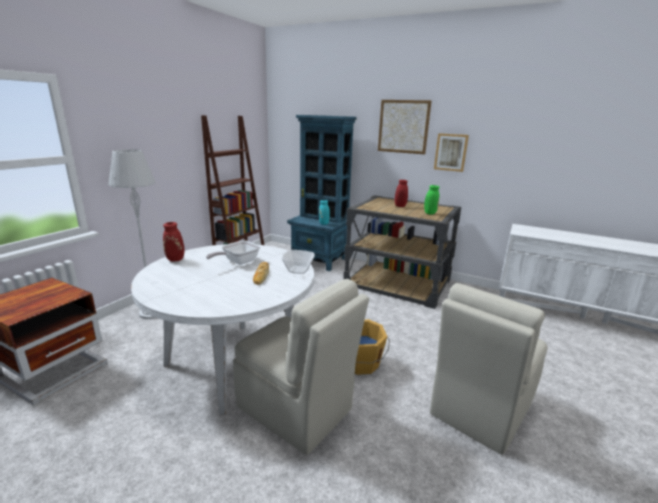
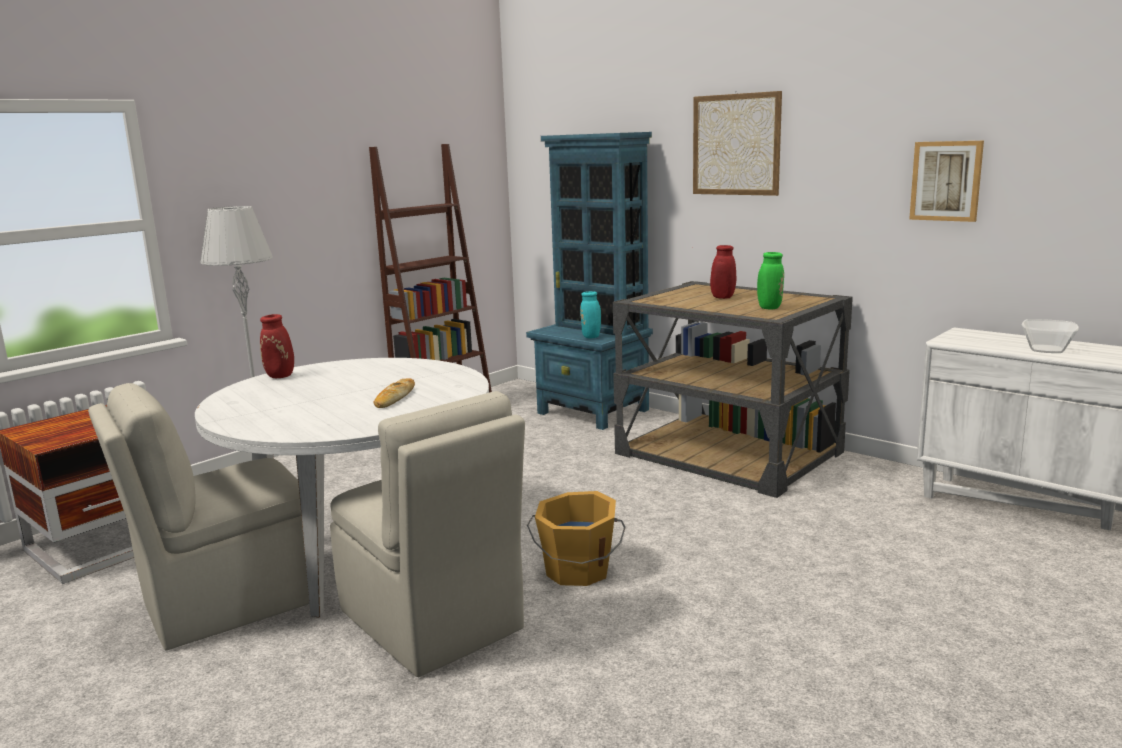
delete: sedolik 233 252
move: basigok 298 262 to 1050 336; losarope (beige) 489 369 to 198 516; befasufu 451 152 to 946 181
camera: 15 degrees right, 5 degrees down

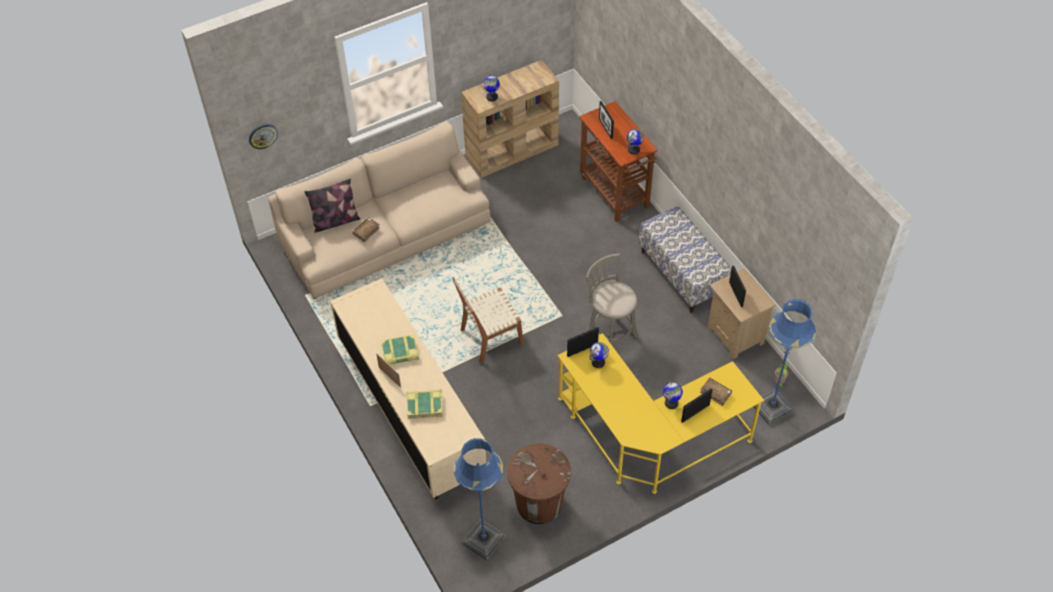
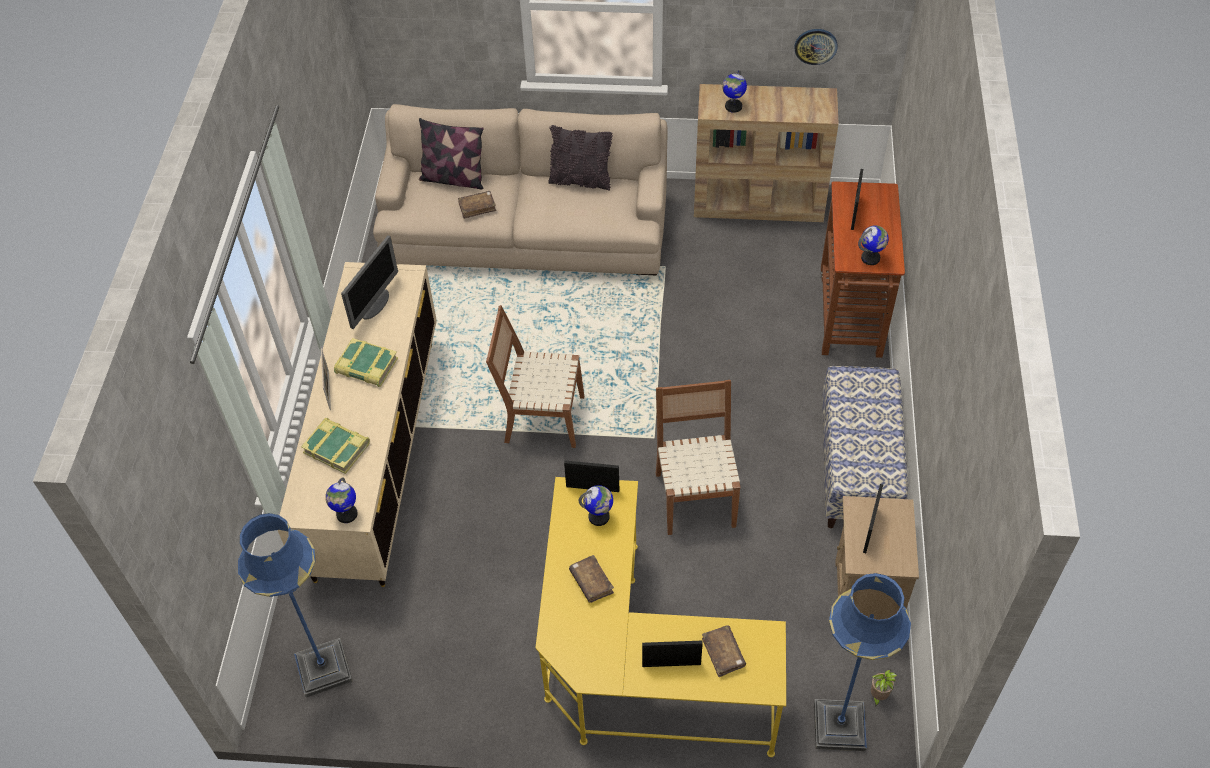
delete: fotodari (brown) 539 484
insert: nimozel 369 282; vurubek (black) 581 157; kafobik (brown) 591 579
move: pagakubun 263 136 to 816 47; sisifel 673 395 to 341 500
replace: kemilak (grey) 612 299 to losarope 698 457
camera: 35 degrees right, 0 degrees up

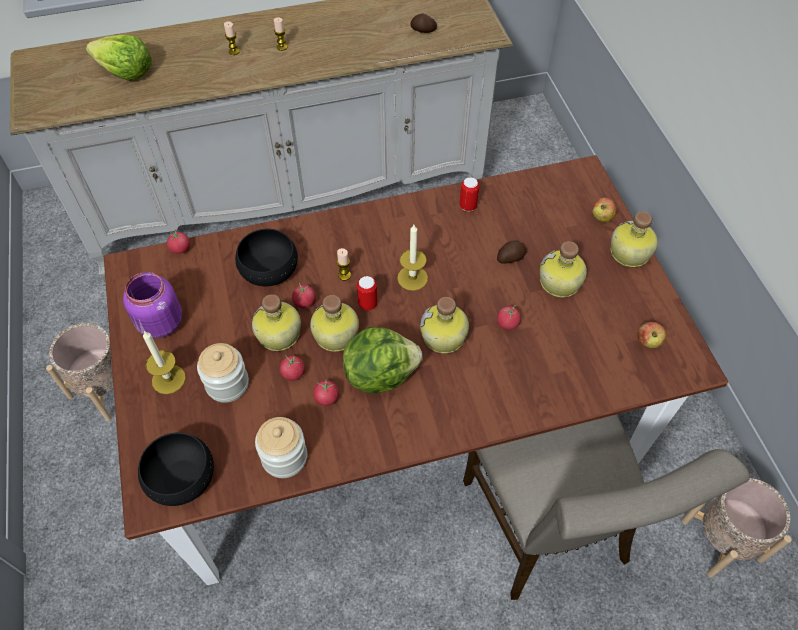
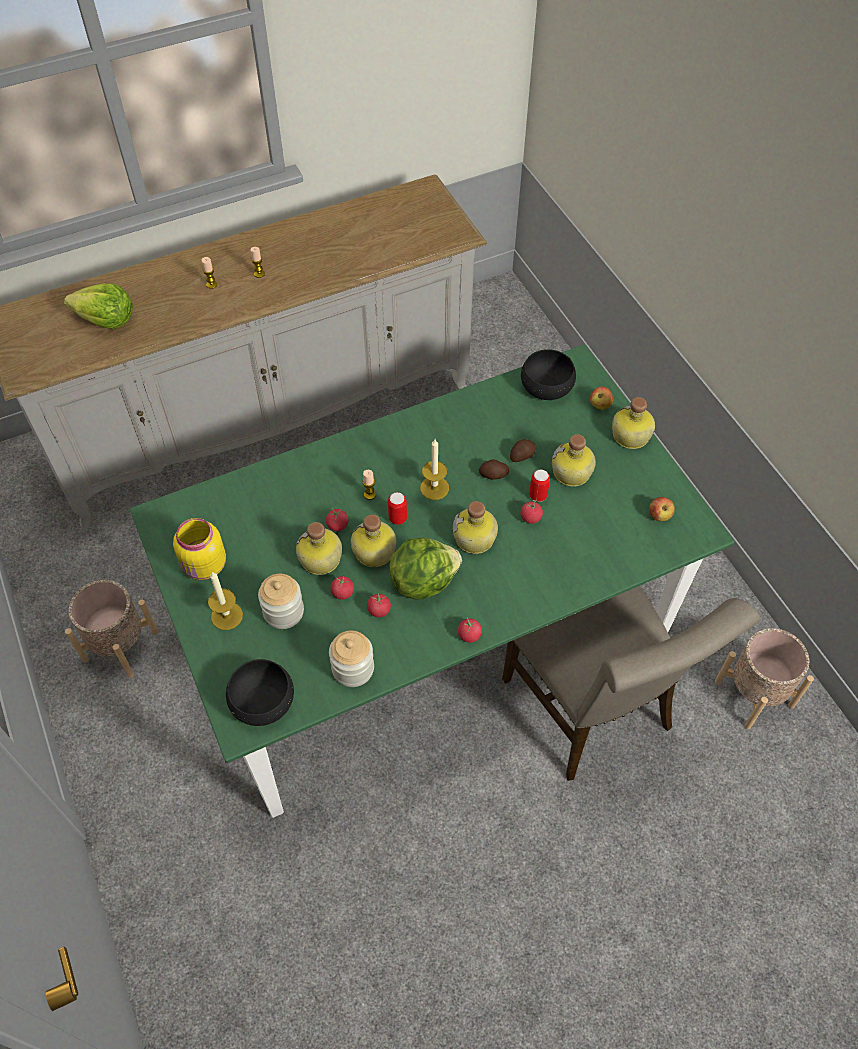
move: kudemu 178 241 to 470 630; basigok (black) 266 257 to 548 374; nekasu 423 23 to 494 469; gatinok 470 194 to 539 485
recolor: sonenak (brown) 416 370 to sonenak (green) 432 581; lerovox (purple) 152 305 to lerovox (yellow) 199 549
camera: 10 degrees left, 0 degrees up

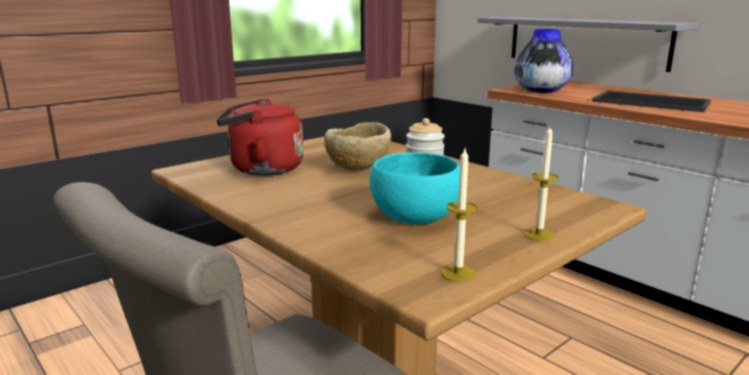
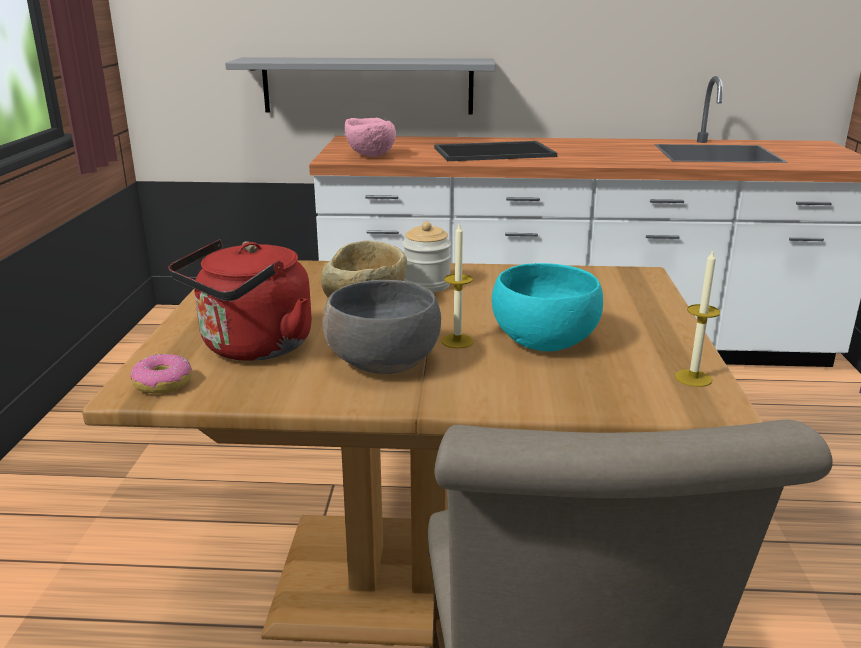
insert: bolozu 161 374; basigok (grey) 381 327
move: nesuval 541 182 to 457 285
replace: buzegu 543 61 to basigok (pink) 370 137
camera: 45 degrees left, 5 degrees up

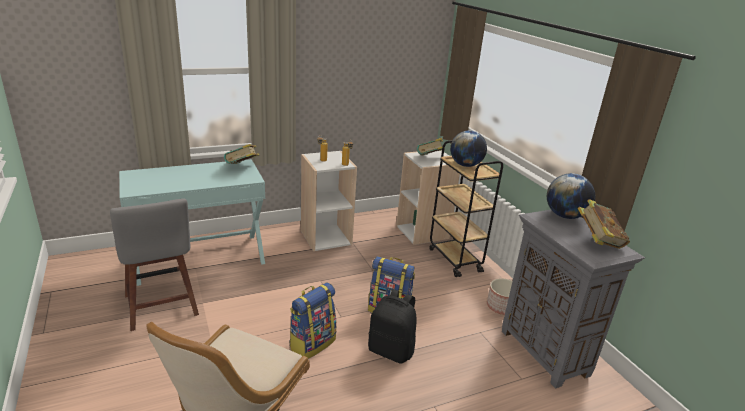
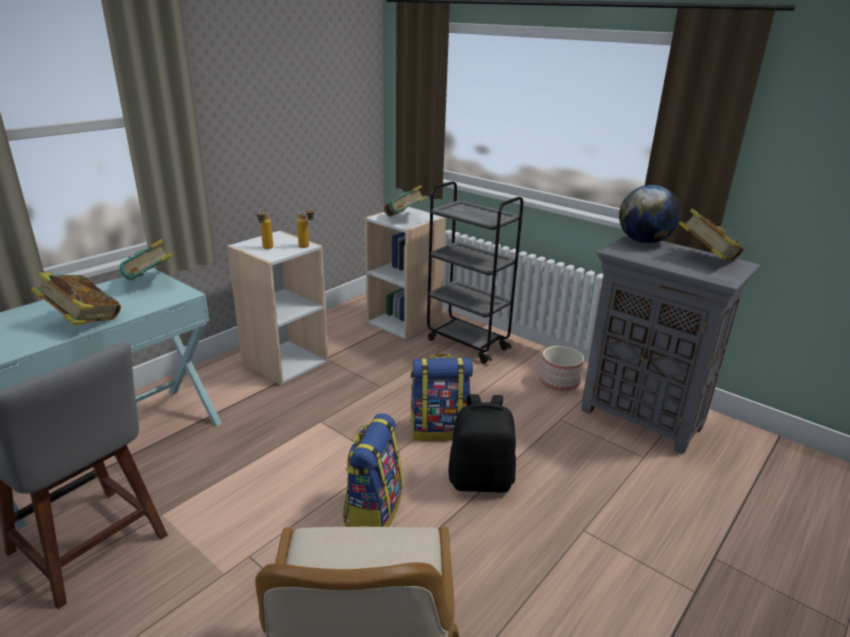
delete: sisifel 468 148
insert: kafobik 76 298
recolor: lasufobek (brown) 466 208 to lasufobek (grey) 475 272
camera: 25 degrees left, 0 degrees up

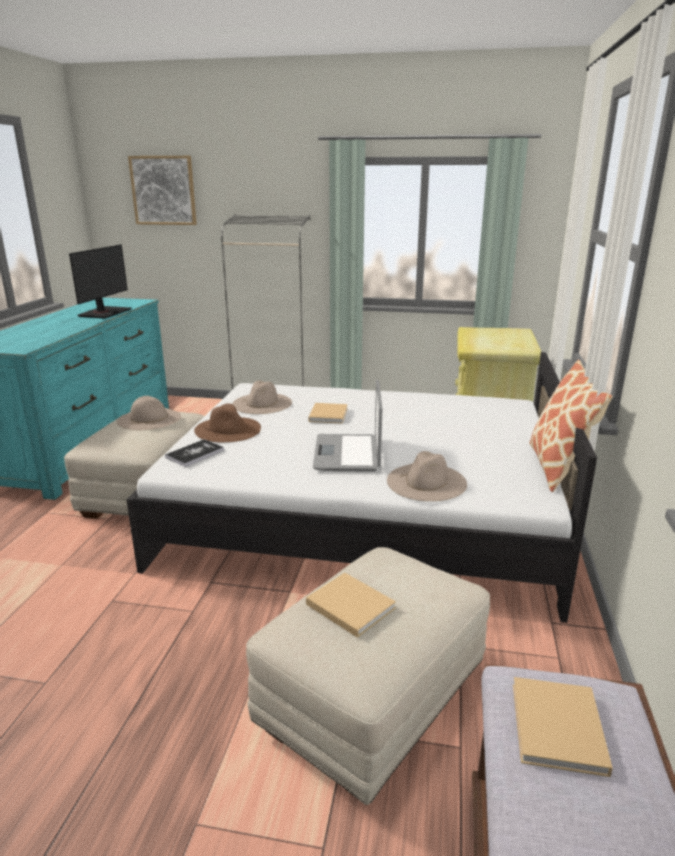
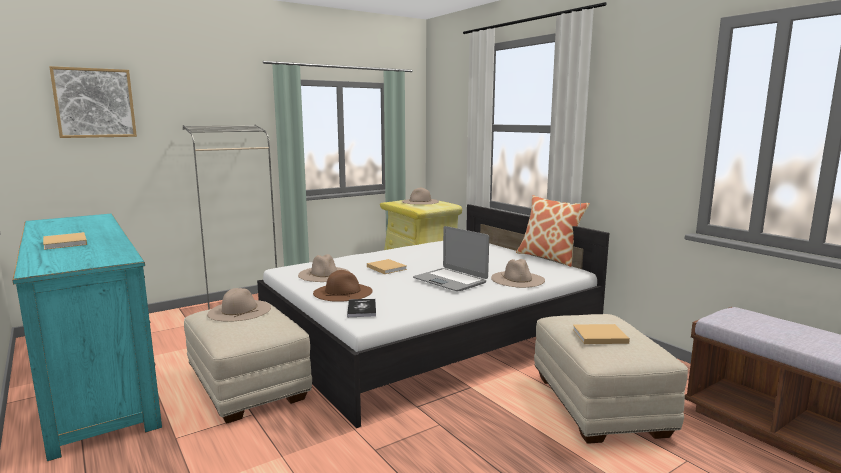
delete: nimozel 100 281
insert: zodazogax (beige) 420 196
move: kafobik (beige) 563 727 to 65 241
camera: 45 degrees left, 10 degrees down

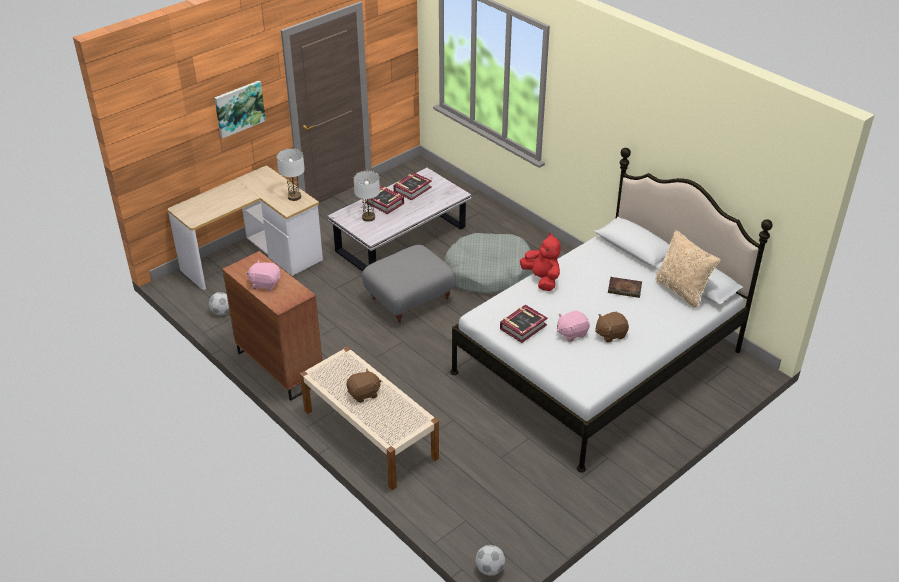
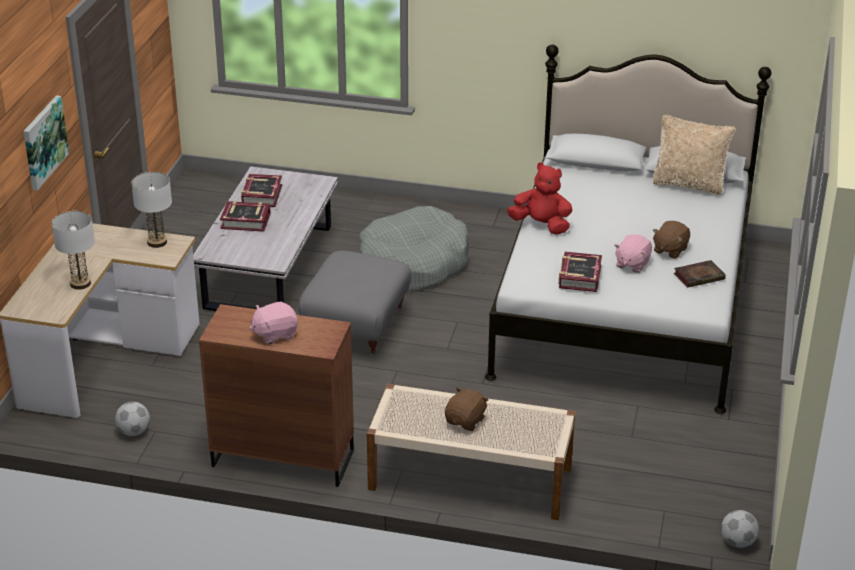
move: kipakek 367 196 to 73 250; kafobik 625 287 to 700 273
camera: 35 degrees left, 5 degrees down

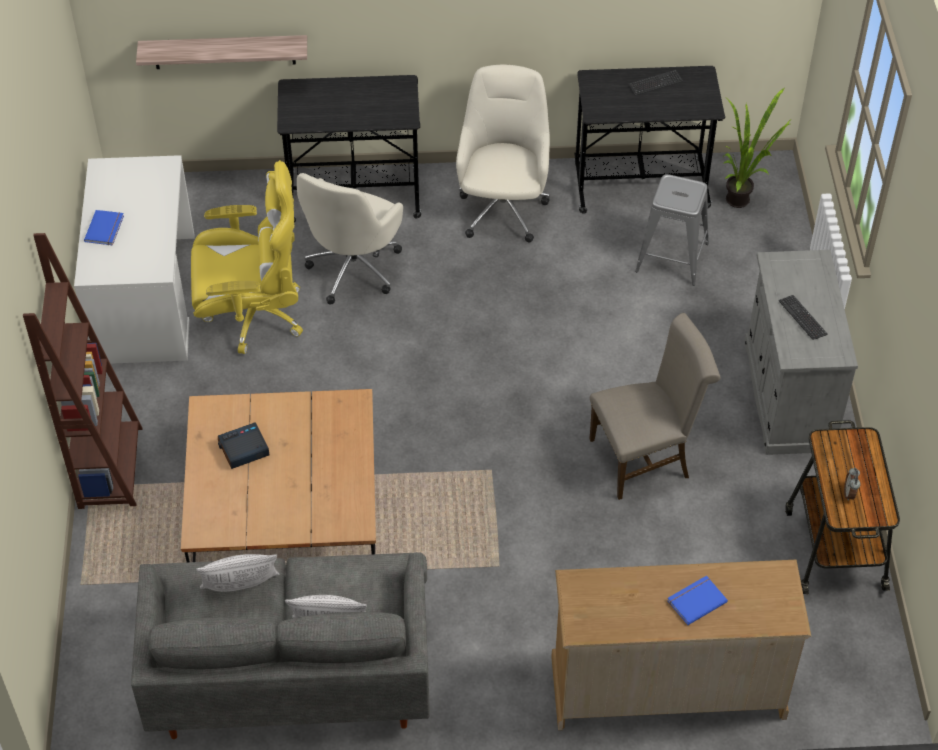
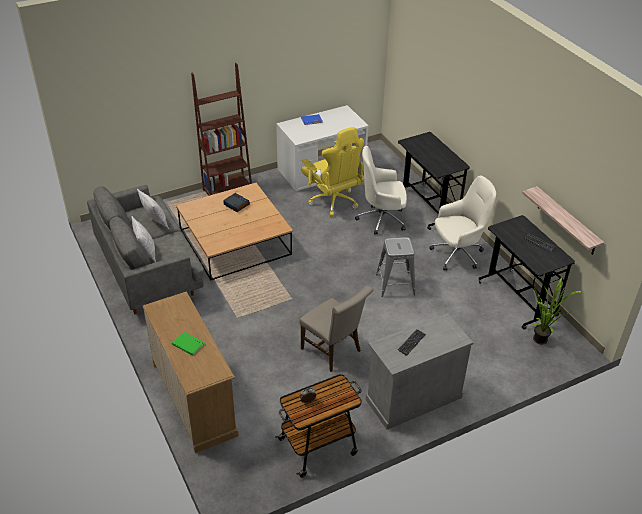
move: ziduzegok 221 52 to 563 220; kemilak (grey) 672 230 to 395 267
recolor: kafobik (blue) 697 600 to kafobik (green) 188 343
camera: 65 degrees right, 10 degrees down

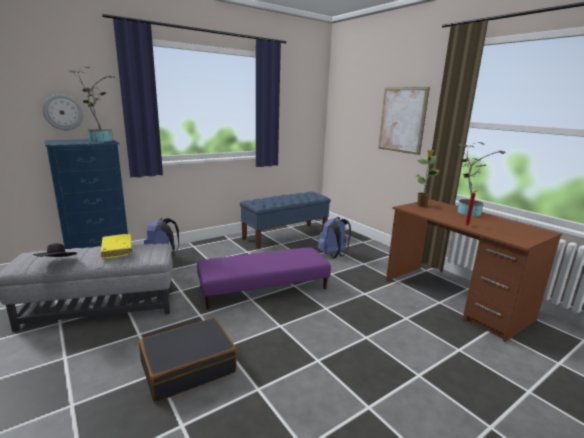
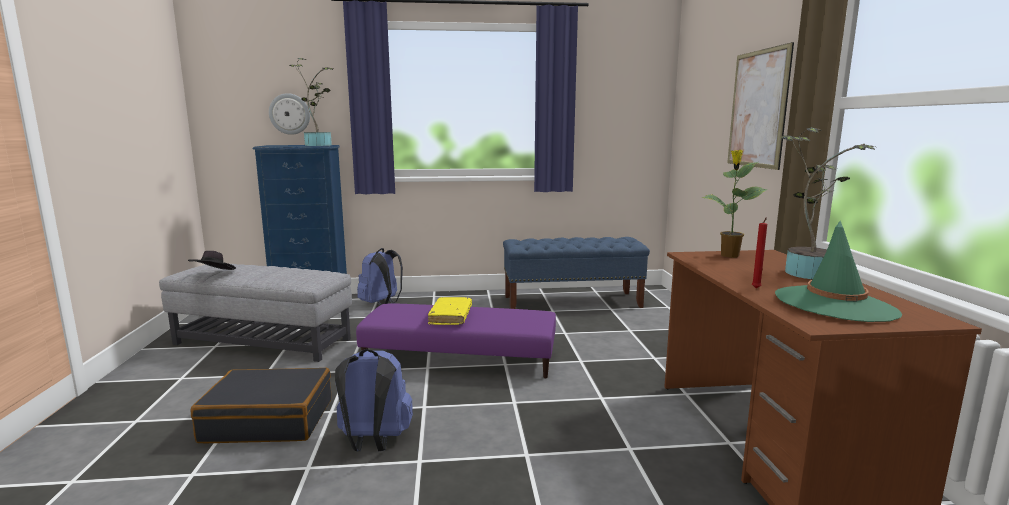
insert: zodazogax (green) 838 271
move: kafobik (yellow) 116 246 to 450 311; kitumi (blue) 334 237 to 374 400
camera: 30 degrees right, 5 degrees down

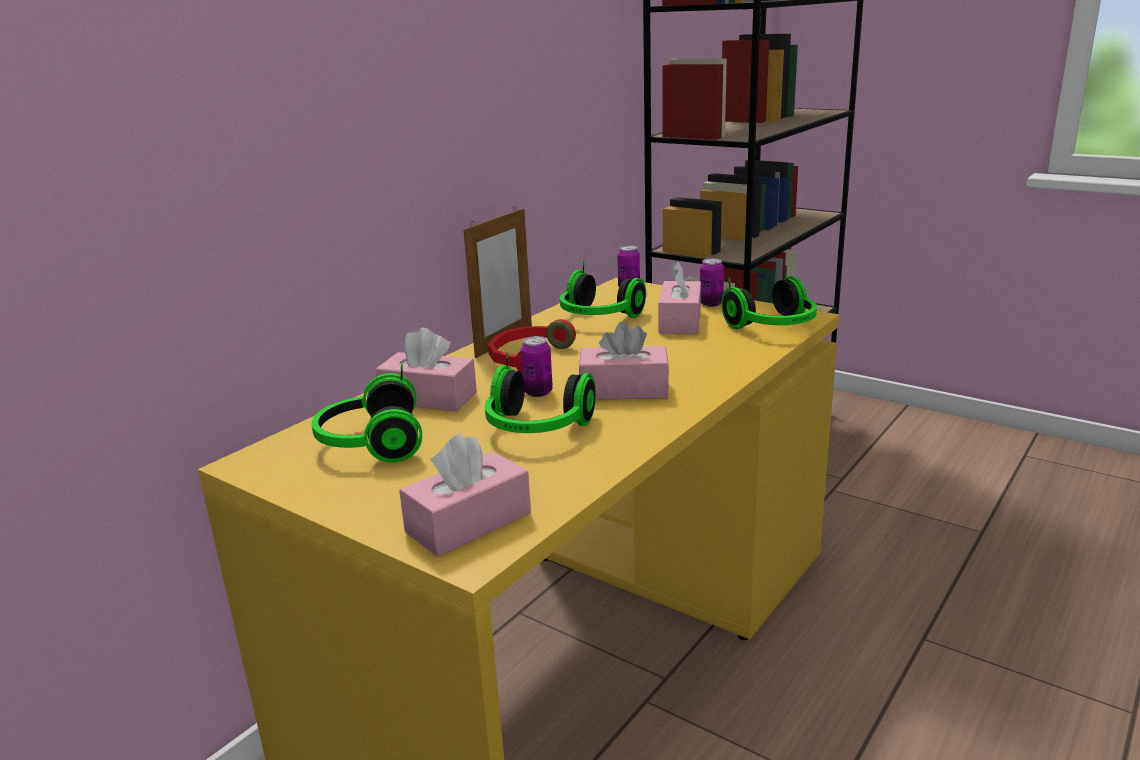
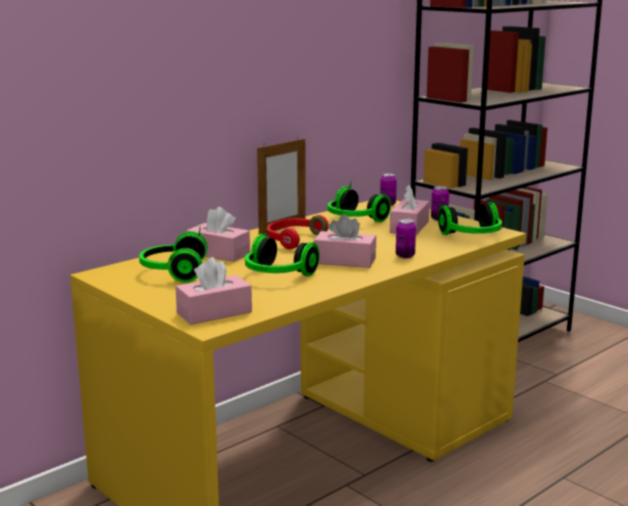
move: gatinok 536 366 to 406 238
camera: 10 degrees right, 5 degrees down

